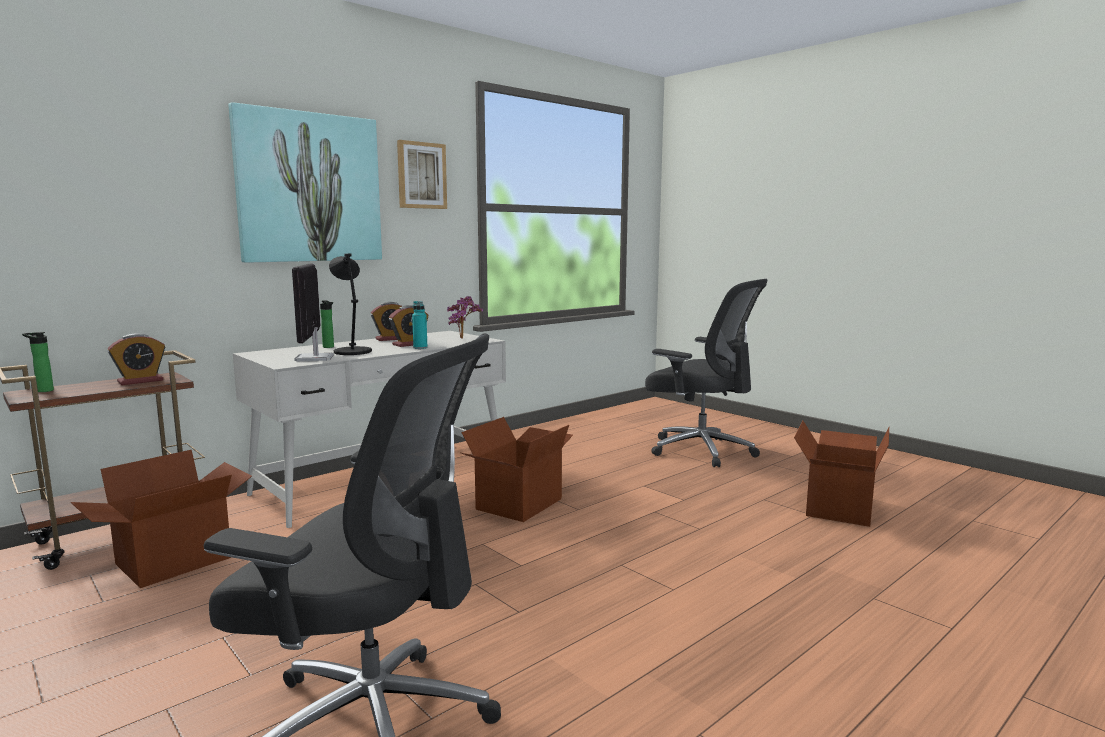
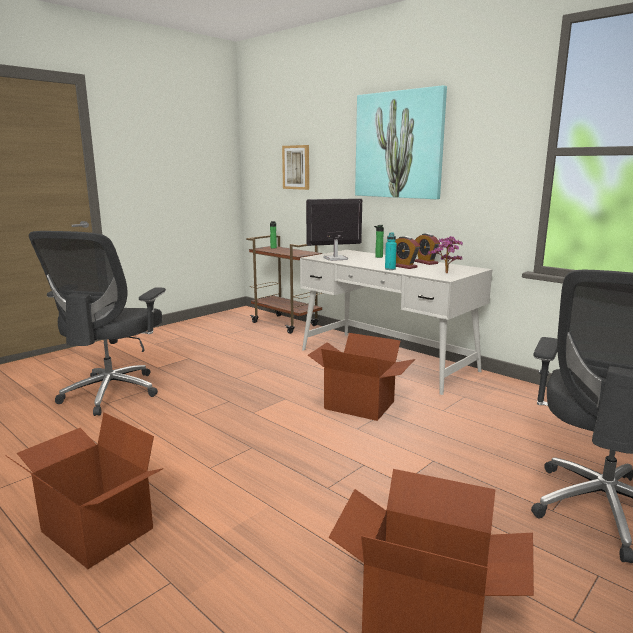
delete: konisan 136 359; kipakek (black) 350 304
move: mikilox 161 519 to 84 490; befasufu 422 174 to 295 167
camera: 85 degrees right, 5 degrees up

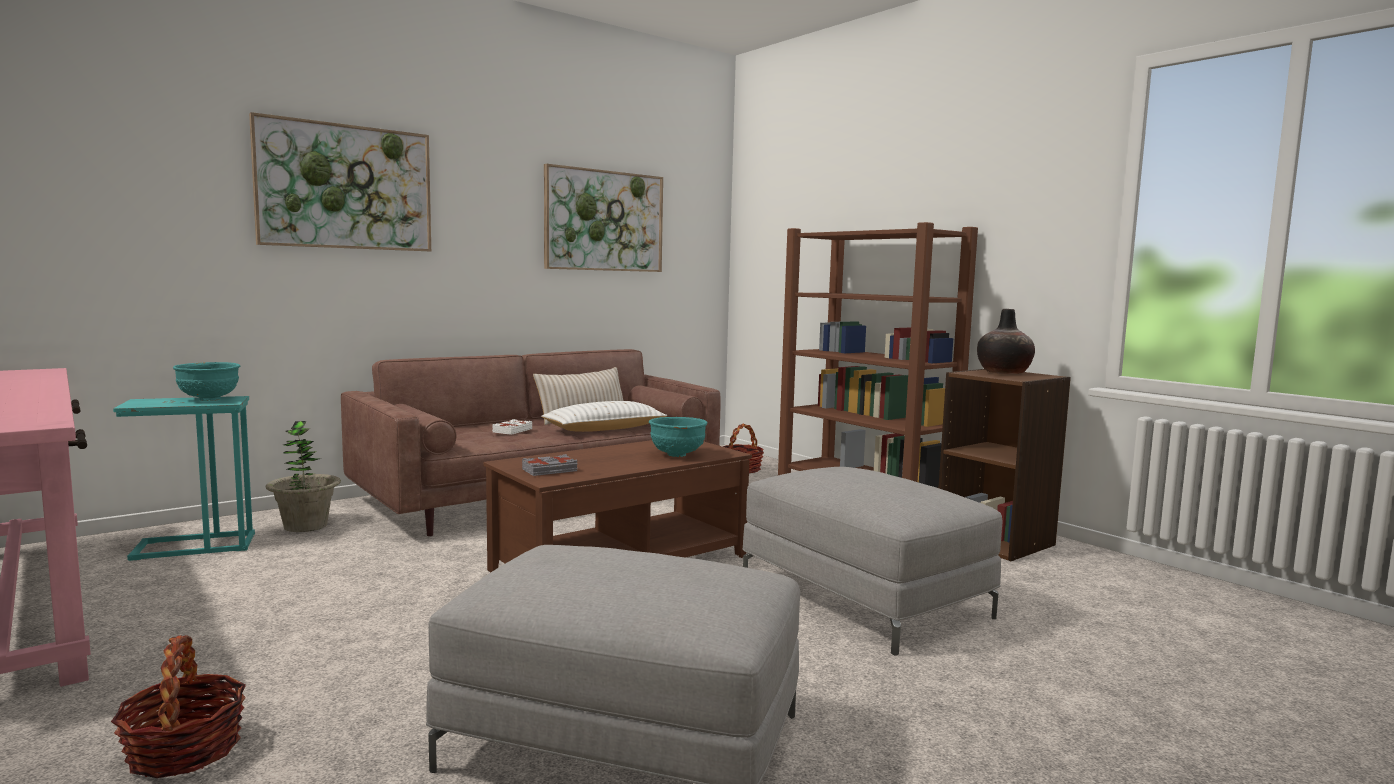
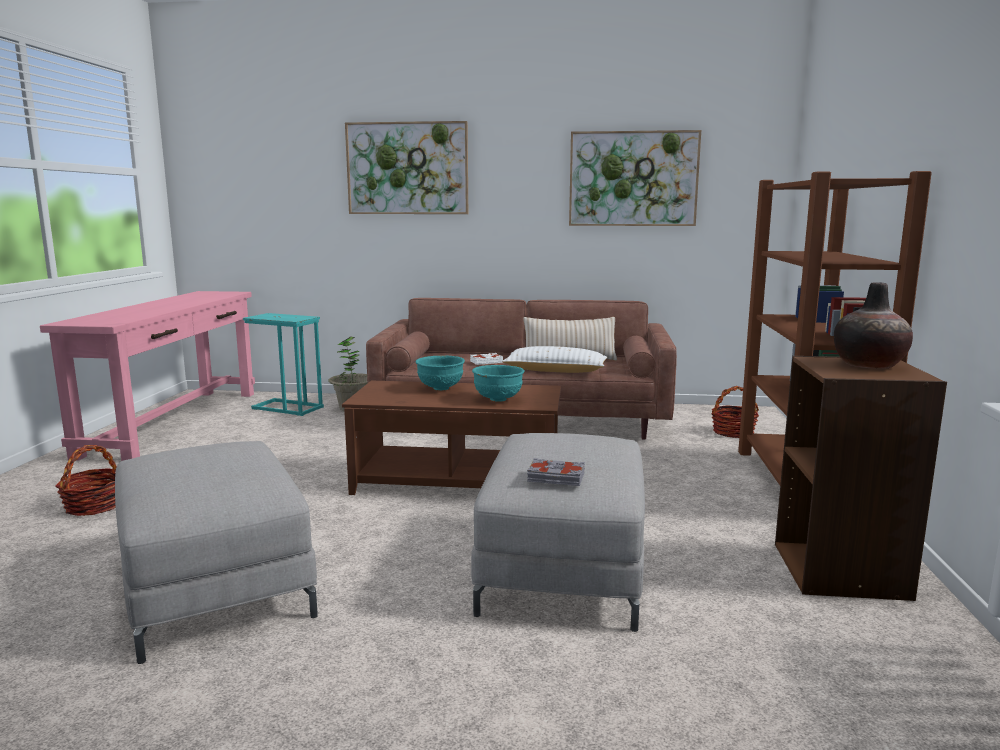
move: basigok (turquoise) 207 381 to 440 373; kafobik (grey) 550 465 to 556 472
camera: 45 degrees right, 5 degrees up

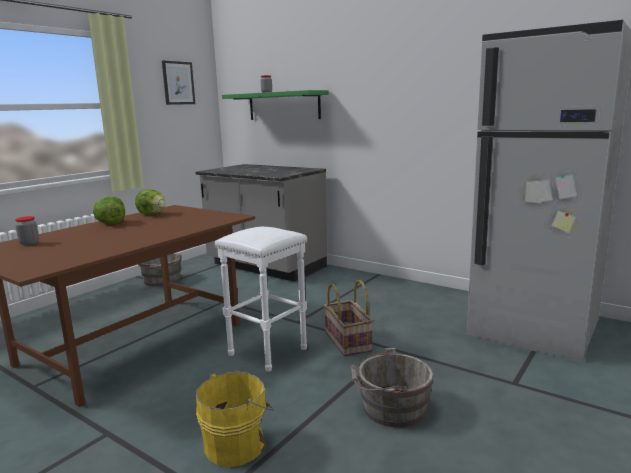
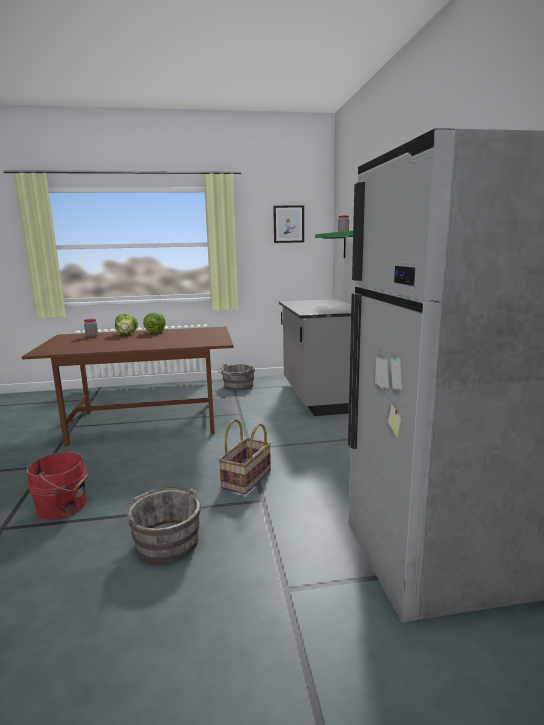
delete: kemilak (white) 261 299
move: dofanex 150 202 to 126 324
recolor: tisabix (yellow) 235 419 to tisabix (red) 58 485
camera: 45 degrees right, 0 degrees up

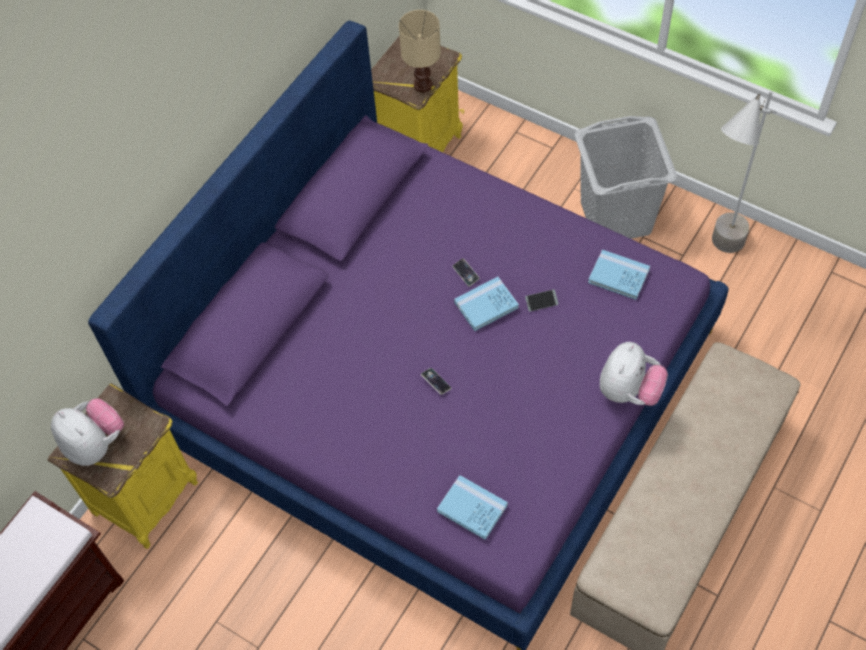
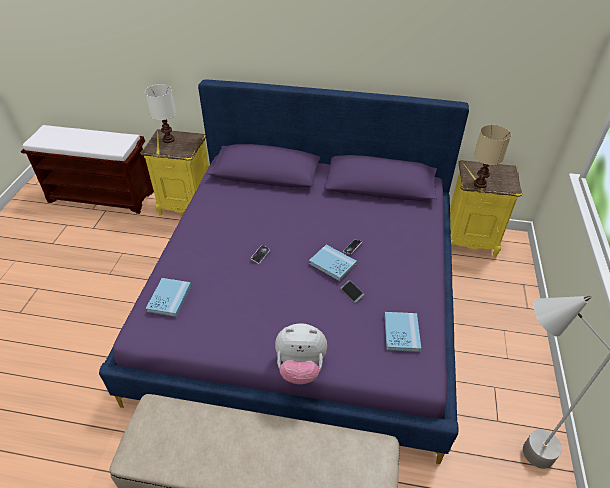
delete: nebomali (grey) 625 177
replace: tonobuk 87 432 to kipakek (white) 160 113
camera: 65 degrees right, 15 degrees down

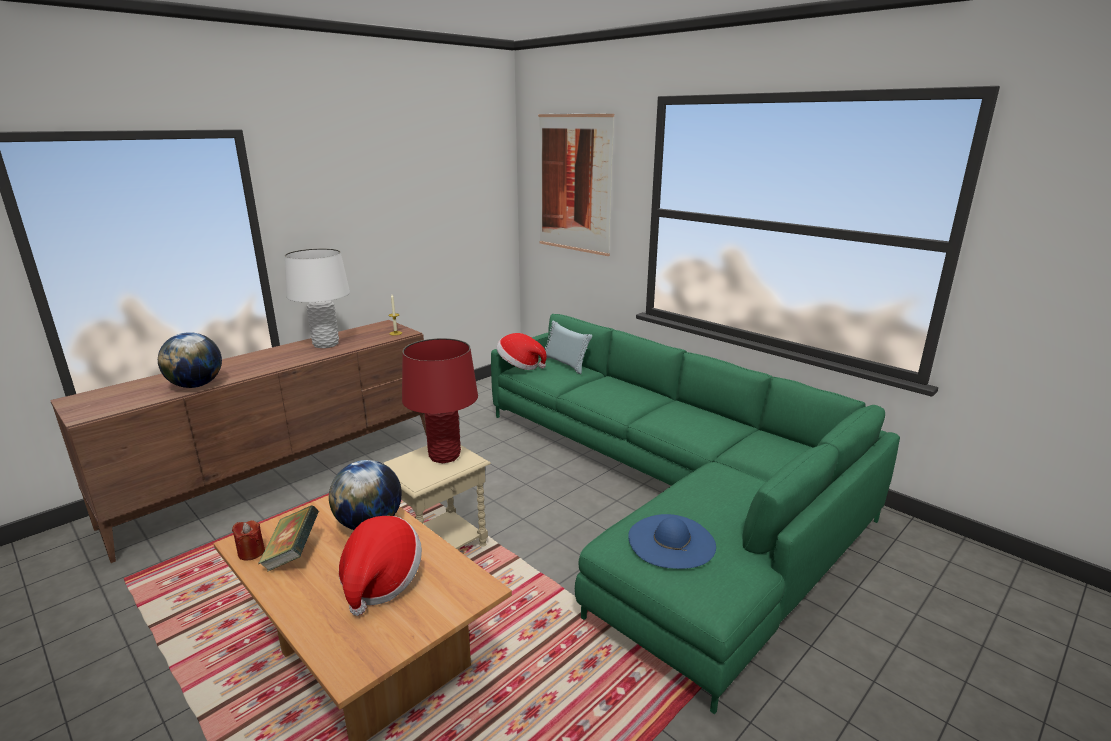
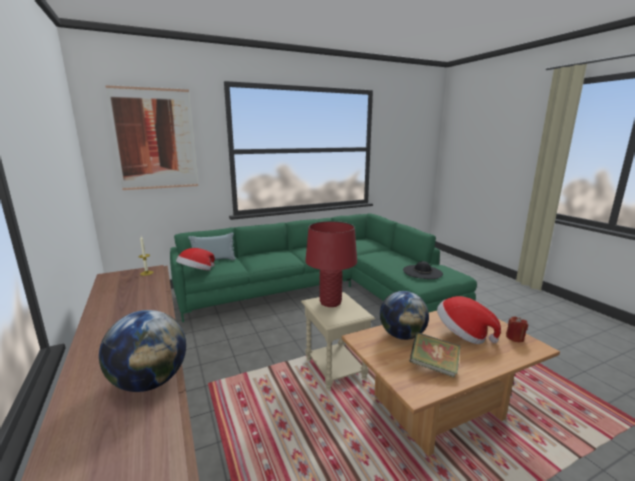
delete: kipakek (white) 317 298
move: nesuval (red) 248 540 to 517 329
recolor: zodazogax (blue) 672 541 to zodazogax (black) 423 270
camera: 70 degrees left, 5 degrees down

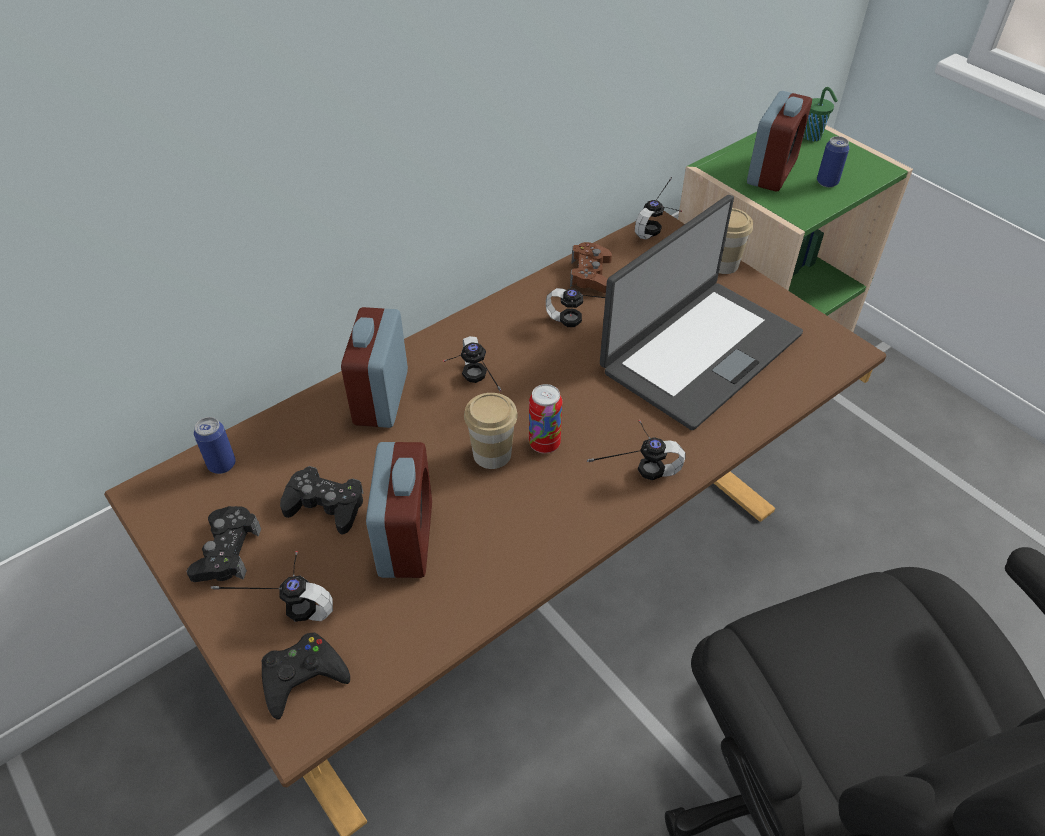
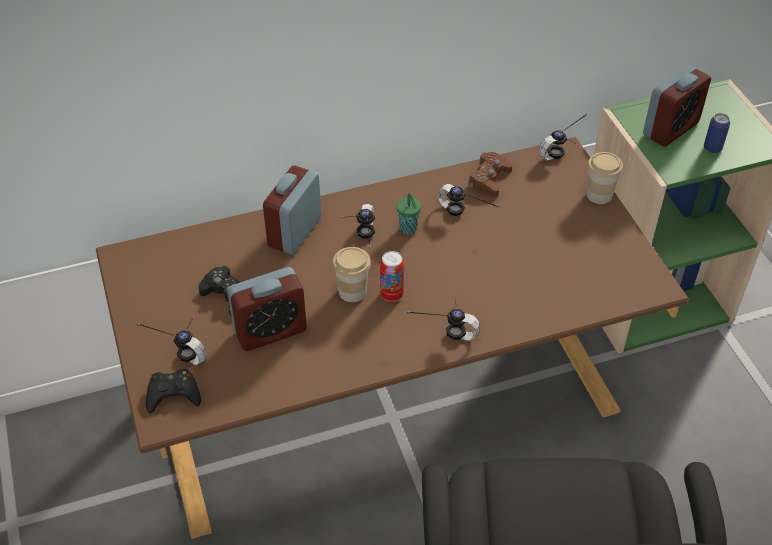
delete: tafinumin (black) 224 544; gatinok 215 445; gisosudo 701 312
move: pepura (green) 820 114 to 408 213
rotate: konisan 399 510 = 267 309 45 degrees clockwise
camera: 20 degrees right, 0 degrees up

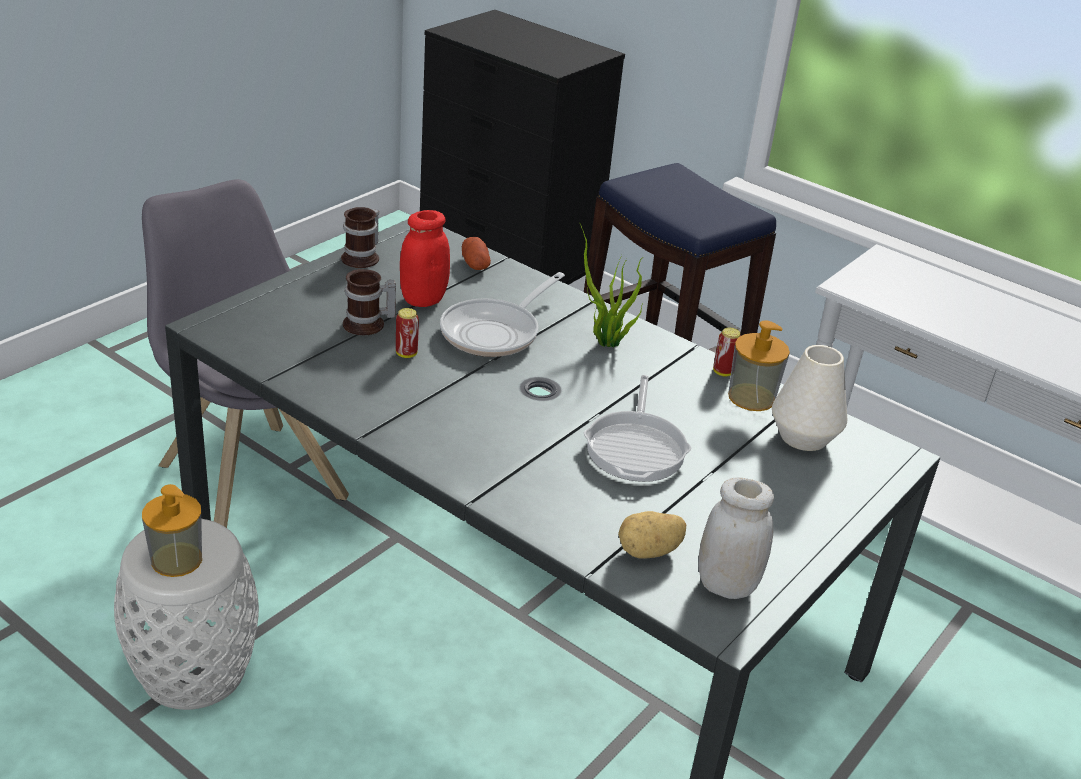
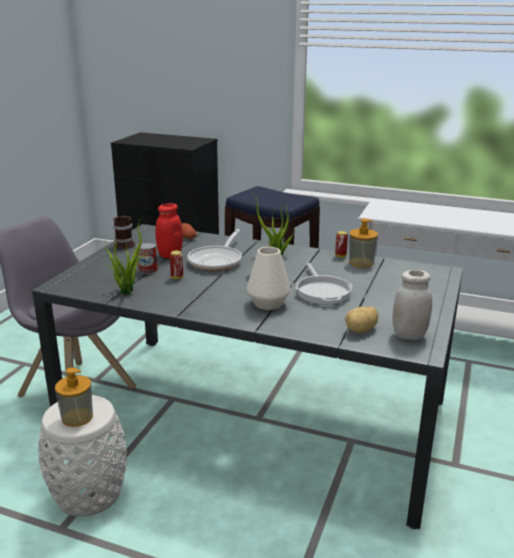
insert: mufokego 126 255
move: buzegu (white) 809 398 to 268 278
replace: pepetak 369 302 to gatinok 147 258
camera: 15 degrees left, 10 degrees down

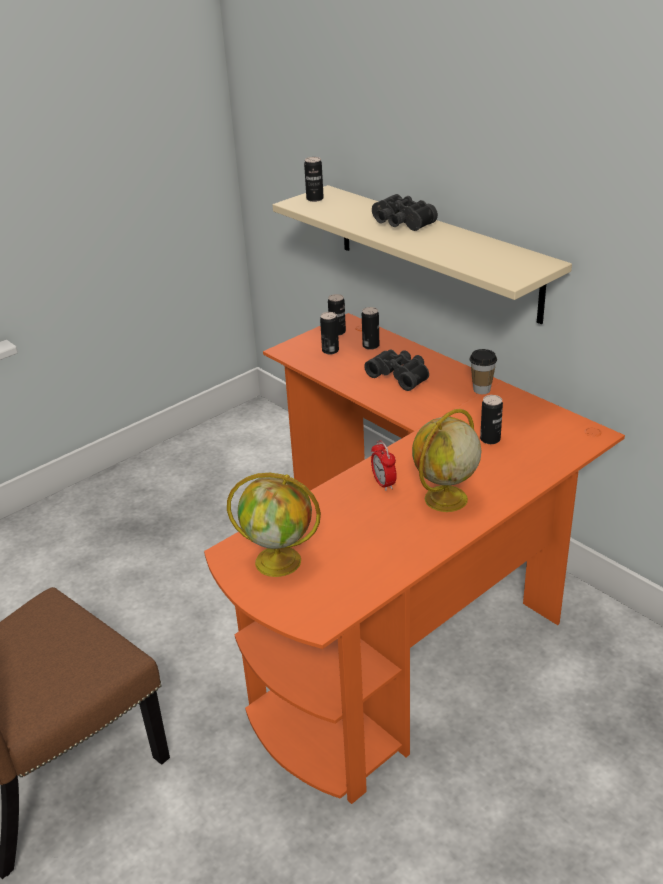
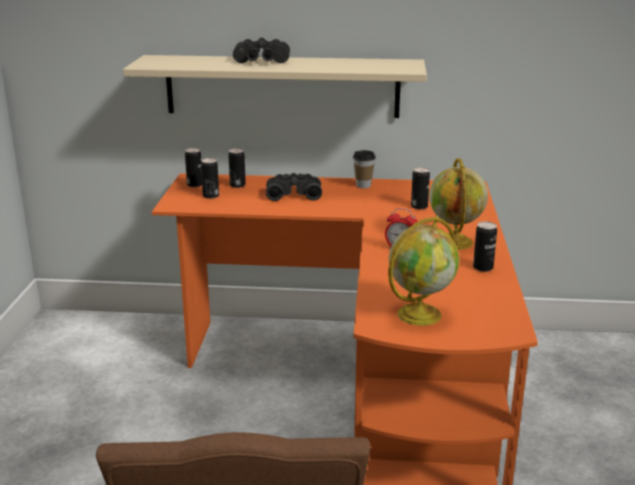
move: gatinok 314 179 to 485 246
camera: 45 degrees left, 10 degrees down

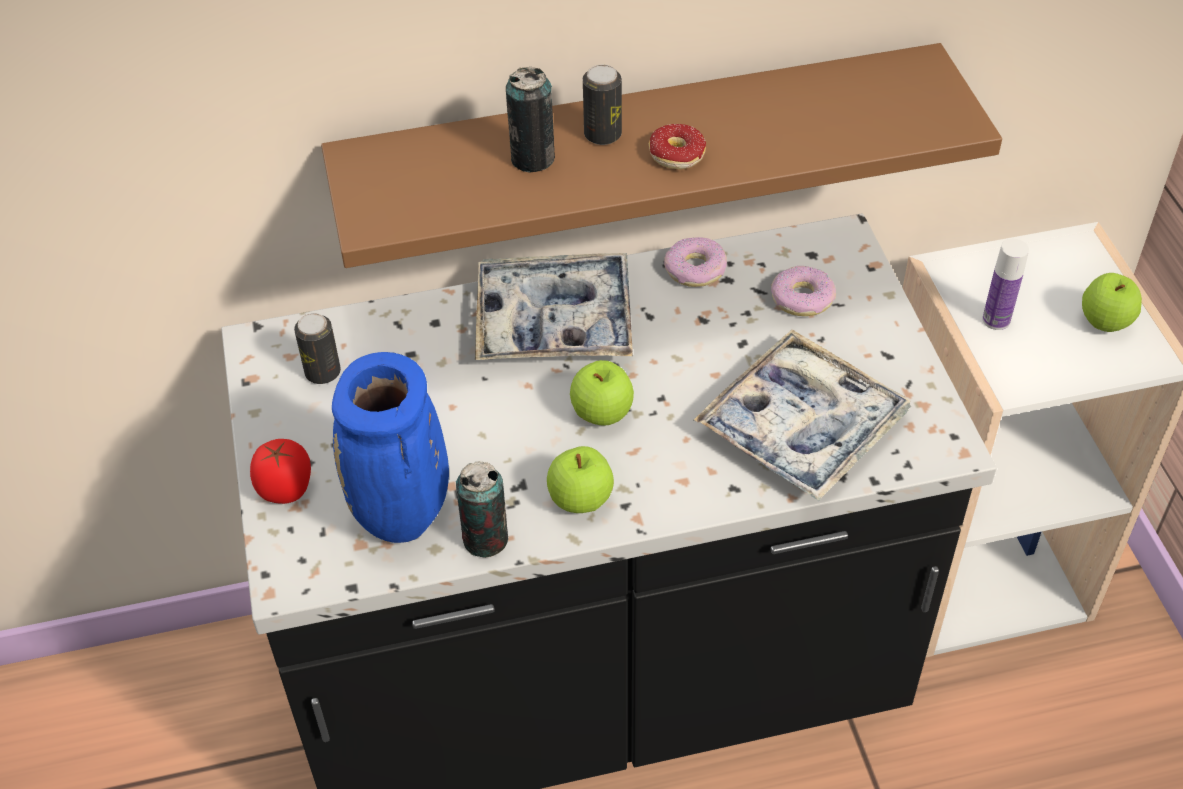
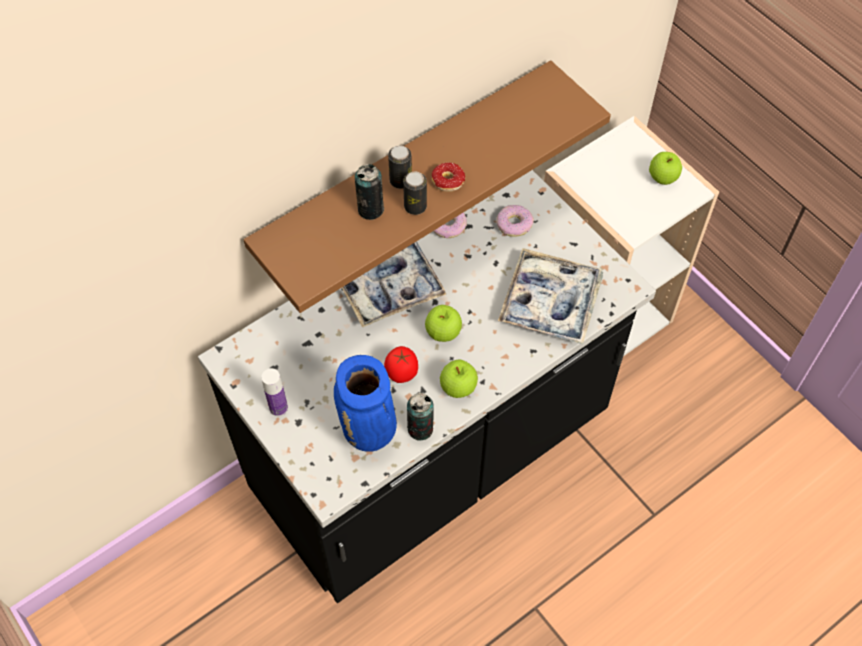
move: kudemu 280 471 to 401 364; gatinok 317 348 to 415 193; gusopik 1005 284 to 274 392
camera: 25 degrees left, 10 degrees up

